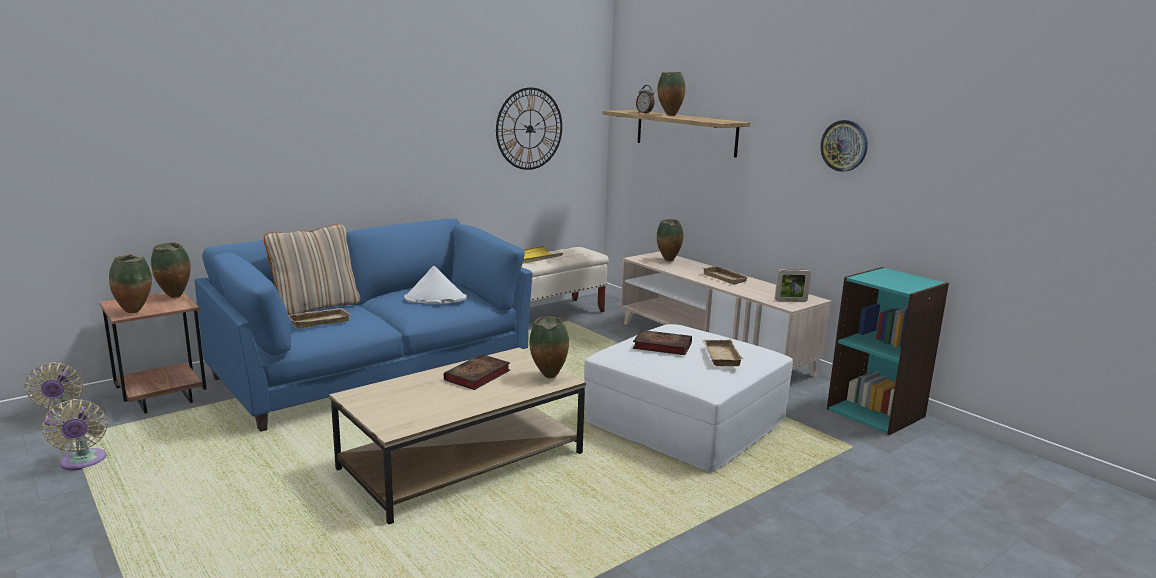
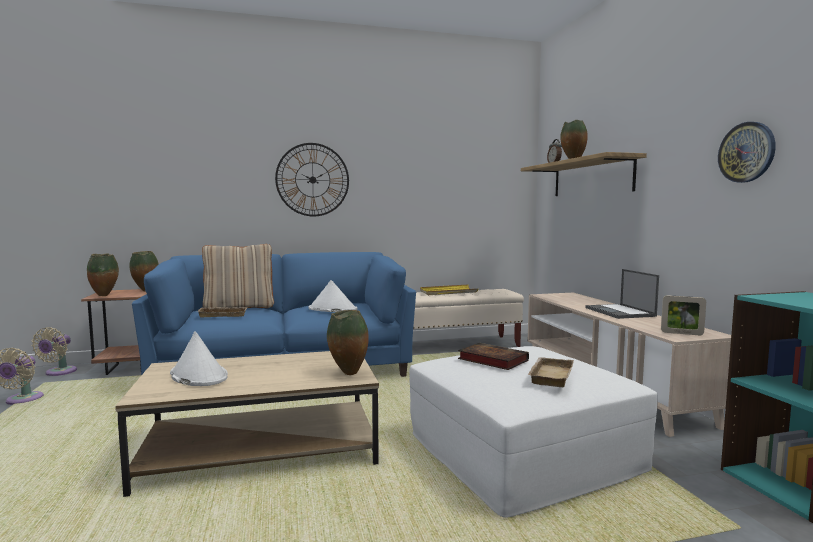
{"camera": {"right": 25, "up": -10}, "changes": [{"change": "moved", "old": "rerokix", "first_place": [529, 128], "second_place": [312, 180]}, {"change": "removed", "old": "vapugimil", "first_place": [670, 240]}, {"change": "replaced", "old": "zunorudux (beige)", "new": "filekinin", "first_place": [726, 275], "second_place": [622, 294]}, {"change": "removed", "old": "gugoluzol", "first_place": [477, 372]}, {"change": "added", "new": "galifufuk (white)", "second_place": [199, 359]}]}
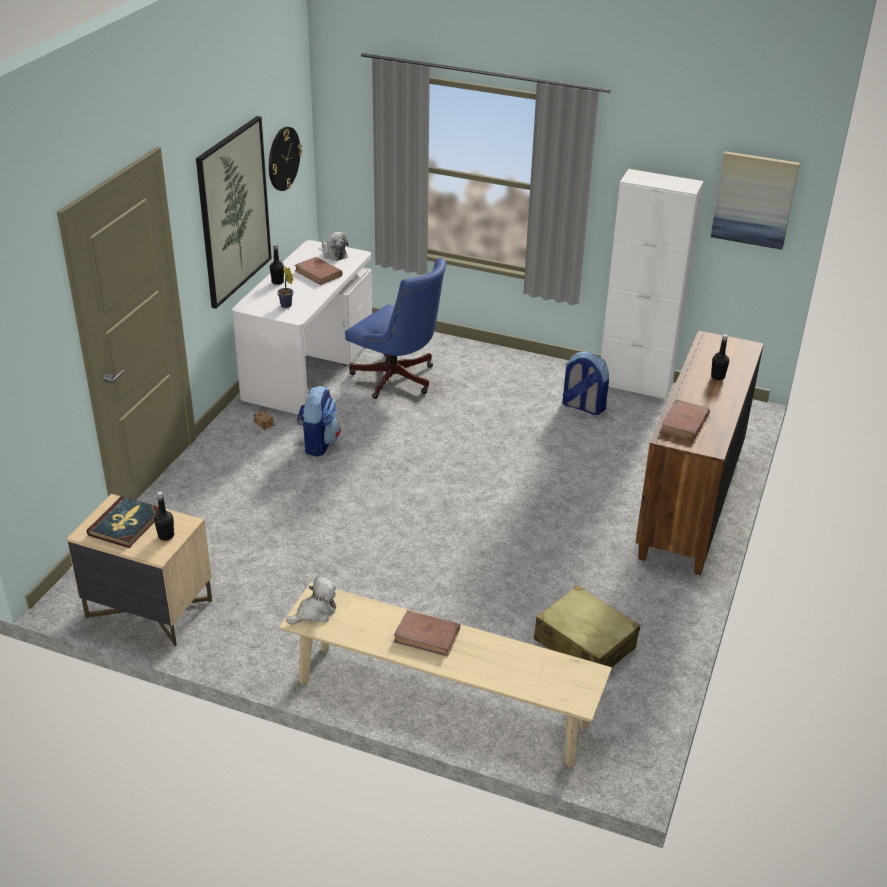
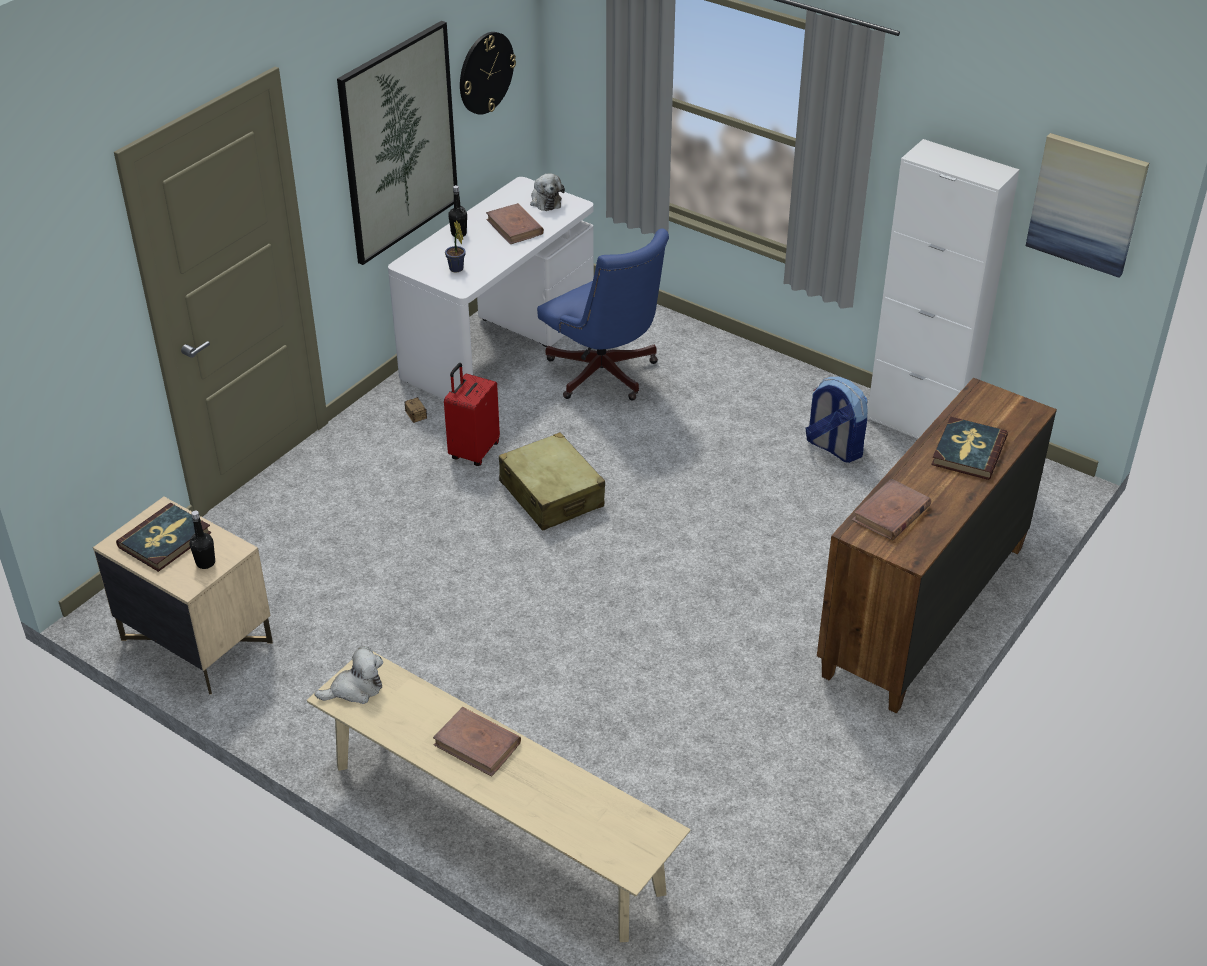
{"camera": {"right": 15, "up": 5}, "changes": [{"change": "replaced", "old": "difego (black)", "new": "gugoluzol", "first_place": [720, 357], "second_place": [969, 448]}, {"change": "replaced", "old": "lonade", "new": "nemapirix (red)", "first_place": [319, 421], "second_place": [472, 414]}, {"change": "moved", "old": "nemapirix (beige)", "first_place": [587, 626], "second_place": [552, 481]}]}
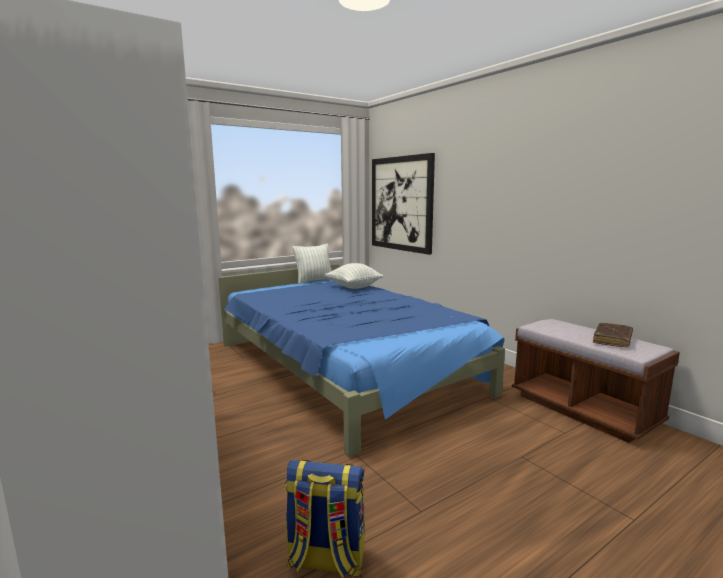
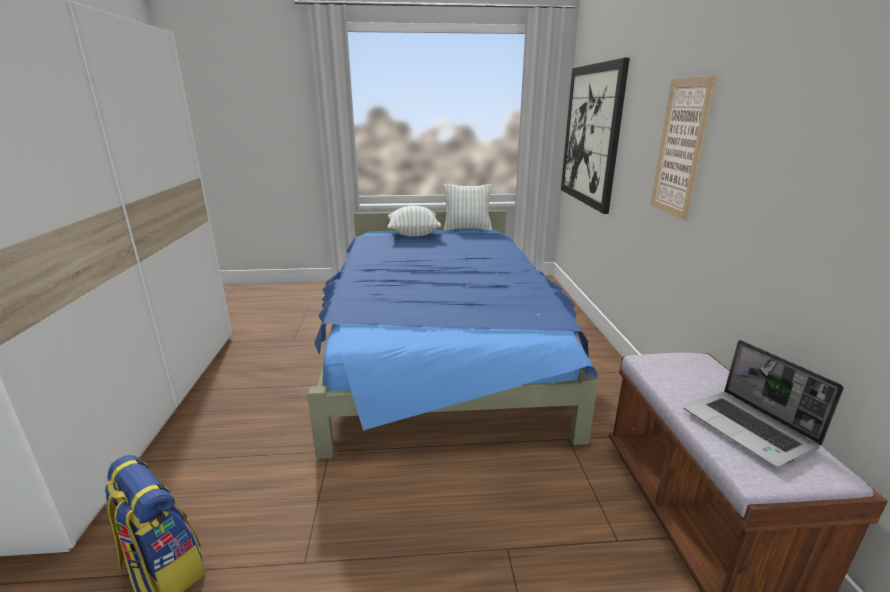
{"camera": {"right": 30, "up": 10}, "changes": [{"change": "moved", "old": "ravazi", "first_place": [354, 276], "second_place": [414, 221]}, {"change": "replaced", "old": "gugoluzol (brown)", "new": "filekinin", "first_place": [613, 335], "second_place": [763, 404]}, {"change": "added", "new": "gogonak", "second_place": [683, 147]}]}
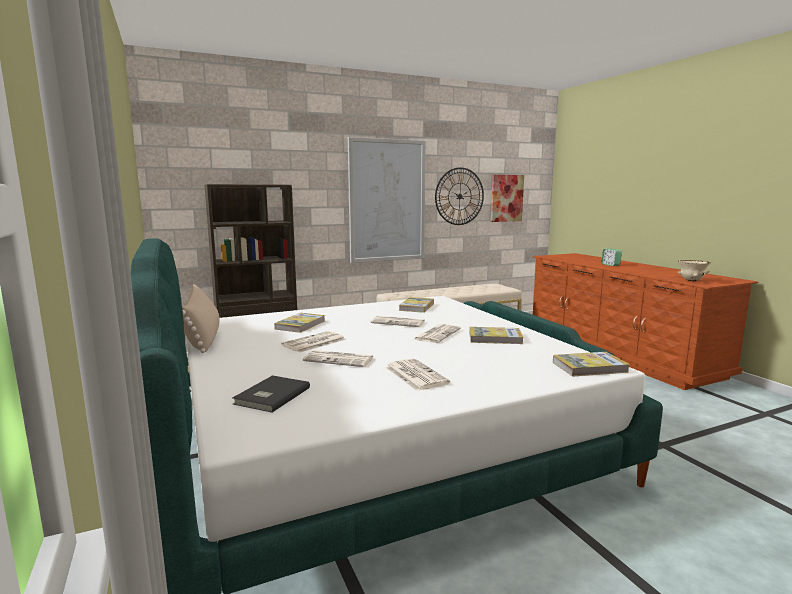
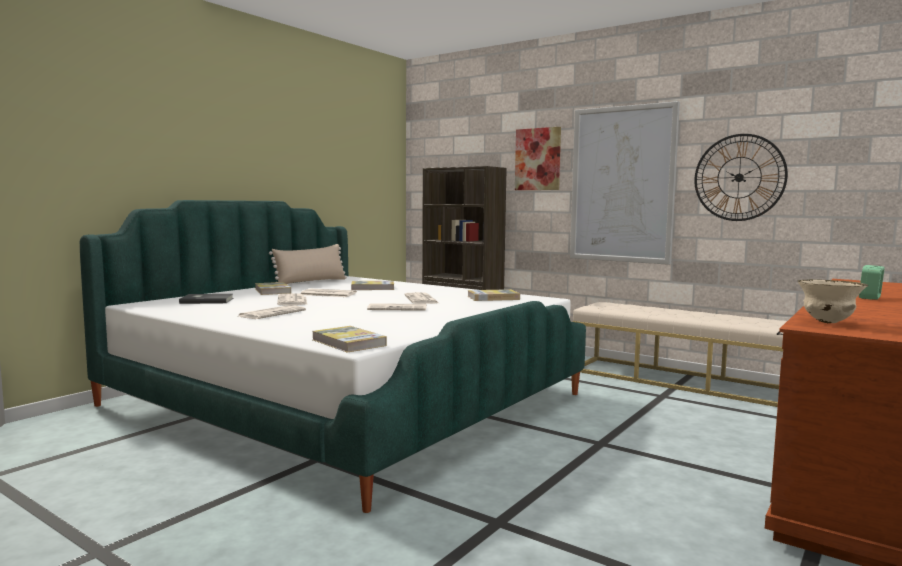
{"camera": {"right": 60, "up": -5}, "changes": [{"change": "moved", "old": "gogonak", "first_place": [507, 198], "second_place": [538, 158]}, {"change": "moved", "old": "gugoluzol", "first_place": [496, 335], "second_place": [273, 288]}]}
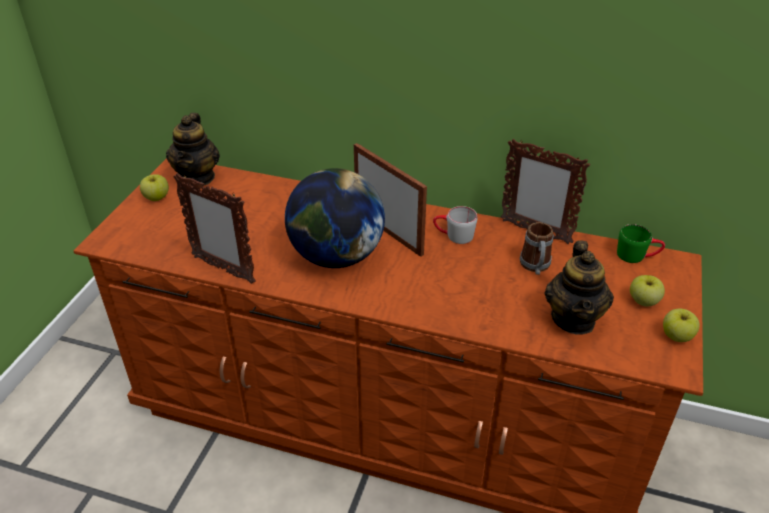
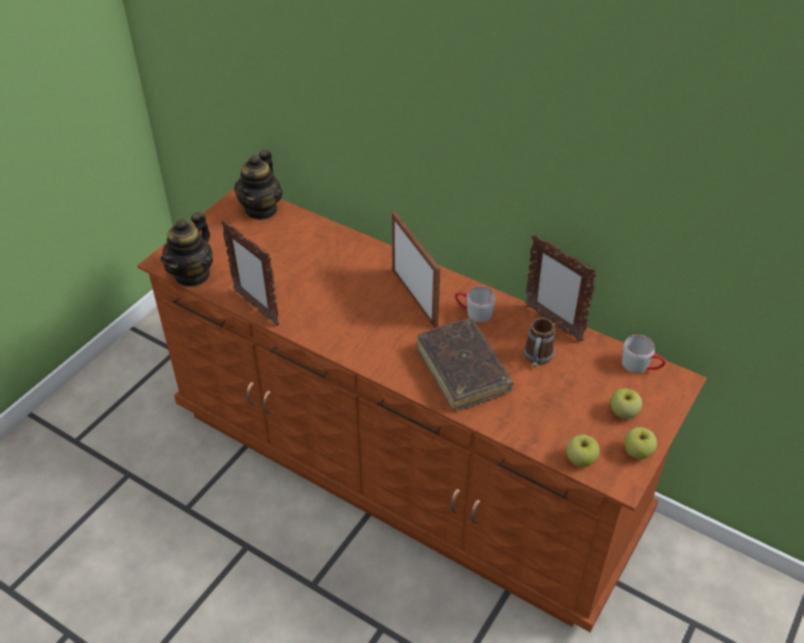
{"camera": {"right": 15, "up": 5}, "changes": [{"change": "removed", "old": "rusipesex", "first_place": [335, 218]}, {"change": "moved", "old": "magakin", "first_place": [154, 187], "second_place": [583, 450]}, {"change": "recoloured", "old": "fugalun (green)", "new": "fugalun (grey)", "first_place": [641, 243], "second_place": [644, 354]}, {"change": "moved", "old": "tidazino", "first_place": [579, 287], "second_place": [186, 249]}, {"change": "added", "new": "gugoluzol (brown)", "second_place": [464, 364]}]}
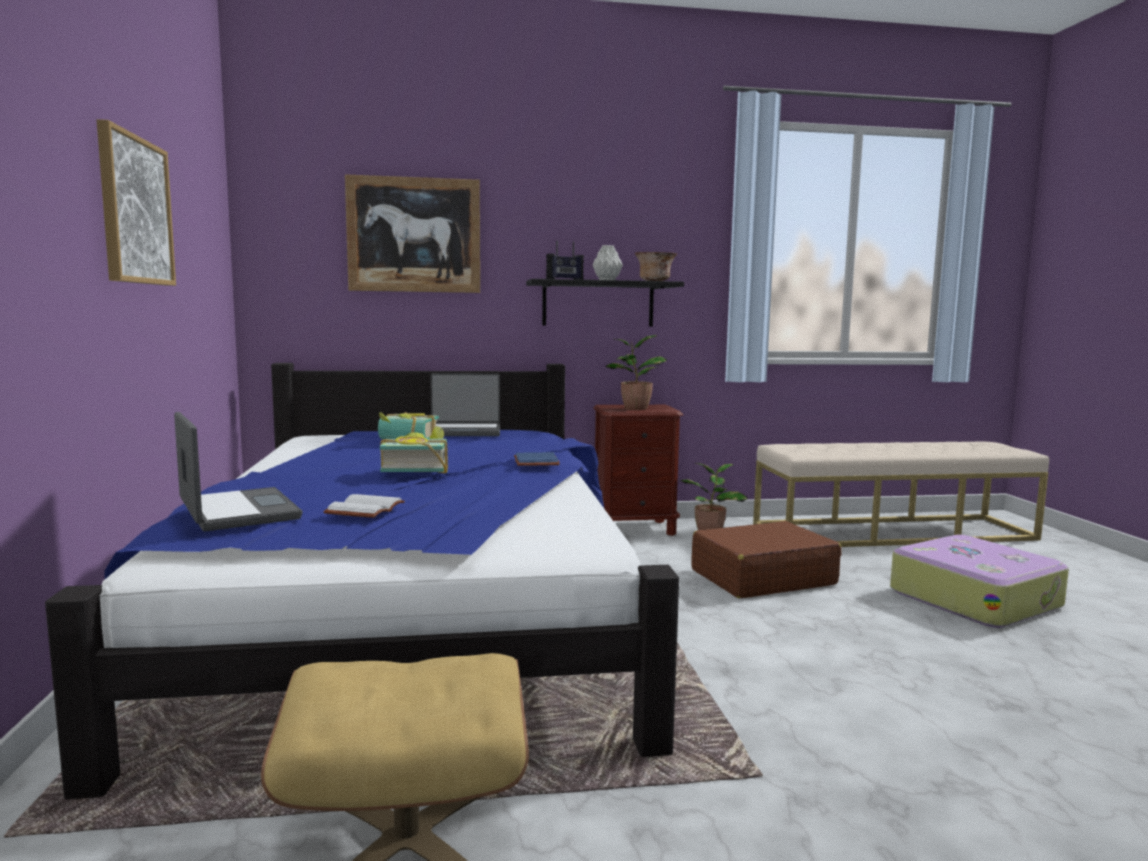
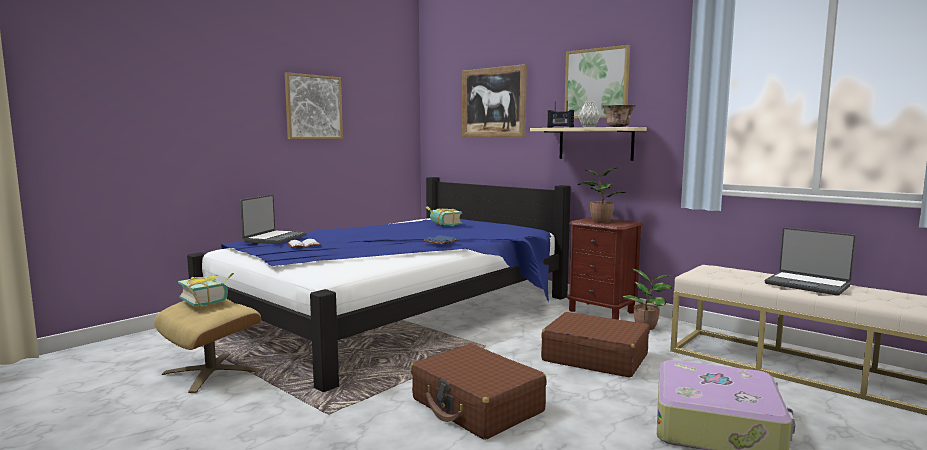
{"camera": {"right": 50, "up": 0}, "changes": [{"change": "recoloured", "old": "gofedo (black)", "new": "gofedo (beige)", "first_place": [605, 303], "second_place": [588, 144]}, {"change": "moved", "old": "filekinin", "first_place": [465, 404], "second_place": [810, 261]}, {"change": "moved", "old": "gugoluzol", "first_place": [414, 450], "second_place": [206, 290]}, {"change": "added", "new": "gogonak", "second_place": [597, 82]}, {"change": "added", "new": "nemapirix (brown)", "second_place": [479, 392]}]}
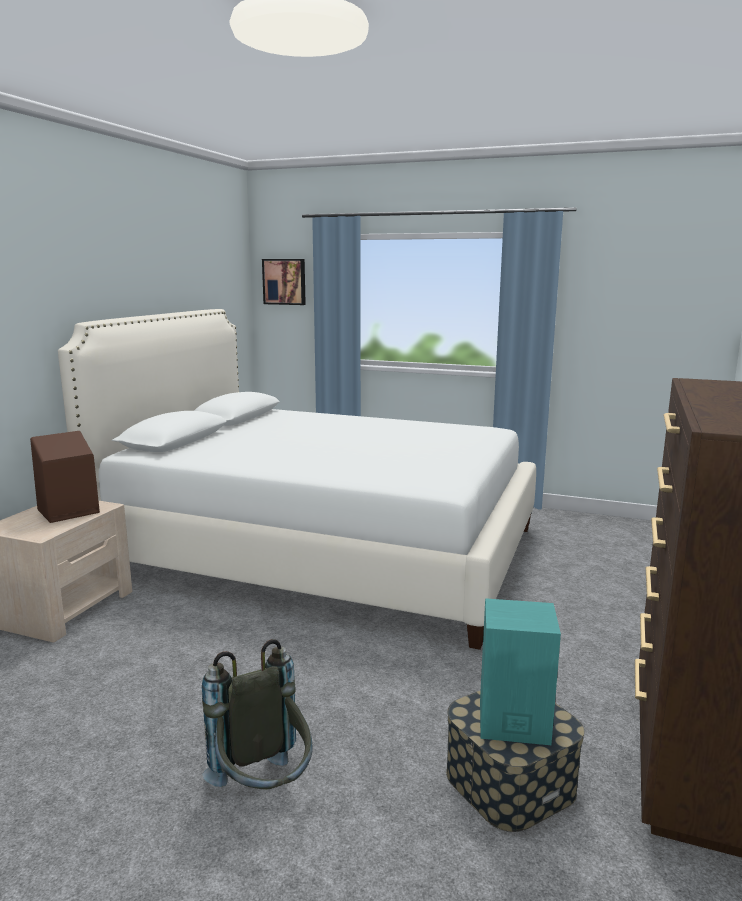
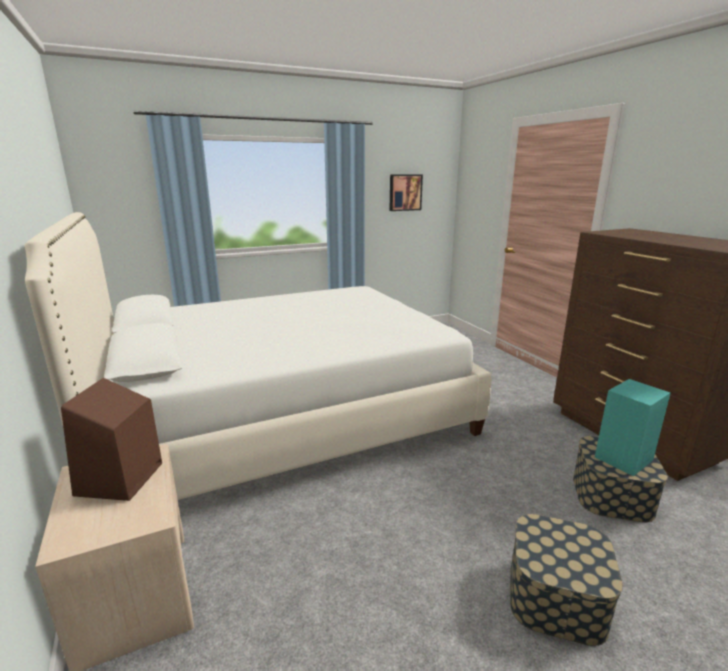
{"camera": {"right": -45, "up": 5}, "changes": [{"change": "moved", "old": "gogonak", "first_place": [284, 282], "second_place": [406, 192]}, {"change": "replaced", "old": "lonade (grey)", "new": "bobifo", "first_place": [257, 714], "second_place": [566, 580]}]}
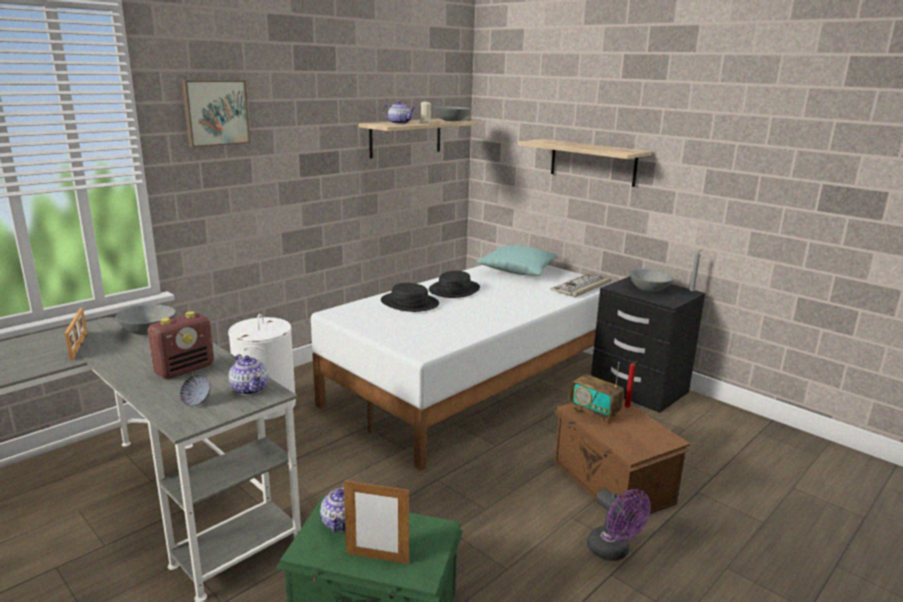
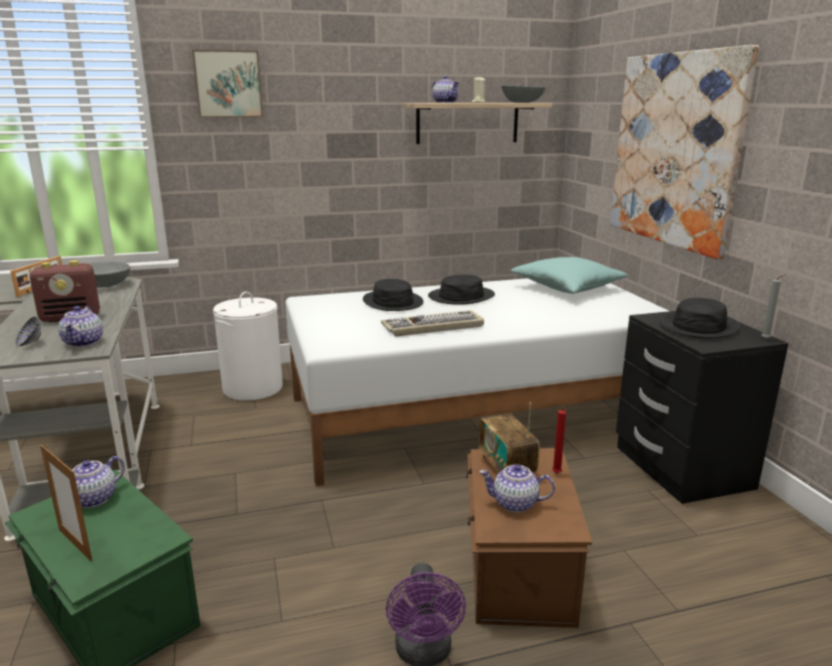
{"camera": {"right": 30, "up": 0}, "changes": [{"change": "replaced", "old": "gofedo", "new": "gogonak", "first_place": [585, 163], "second_place": [684, 152]}, {"change": "replaced", "old": "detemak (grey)", "new": "galifufuk (black)", "first_place": [651, 280], "second_place": [700, 318]}, {"change": "moved", "old": "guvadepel", "first_place": [581, 285], "second_place": [432, 323]}, {"change": "added", "new": "tidazino", "second_place": [517, 488]}]}
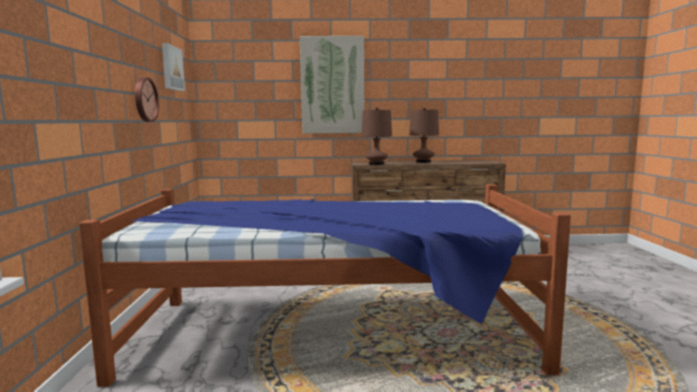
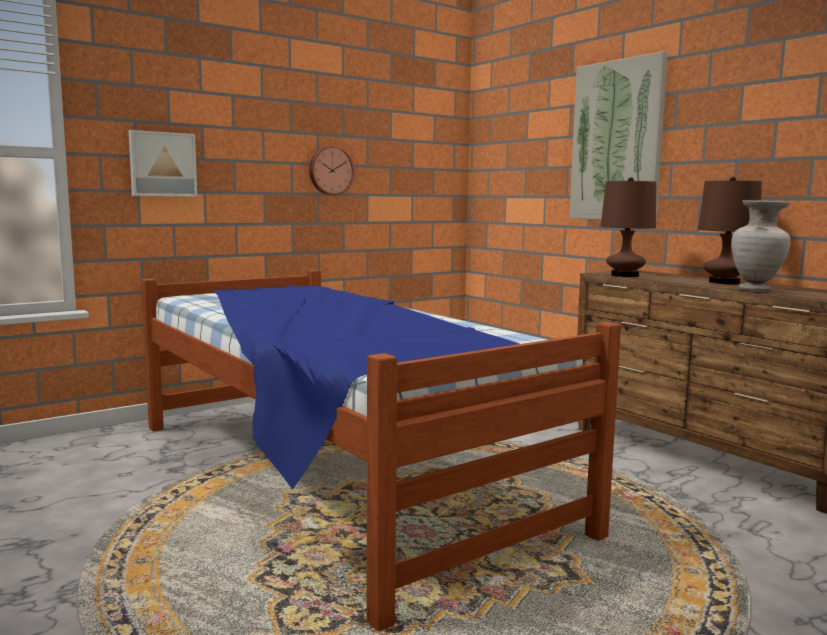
{"camera": {"right": 55, "up": 0}, "changes": [{"change": "moved", "old": "gogonak", "first_place": [173, 67], "second_place": [162, 163]}, {"change": "added", "new": "vapugimil (beige)", "second_place": [761, 245]}]}
